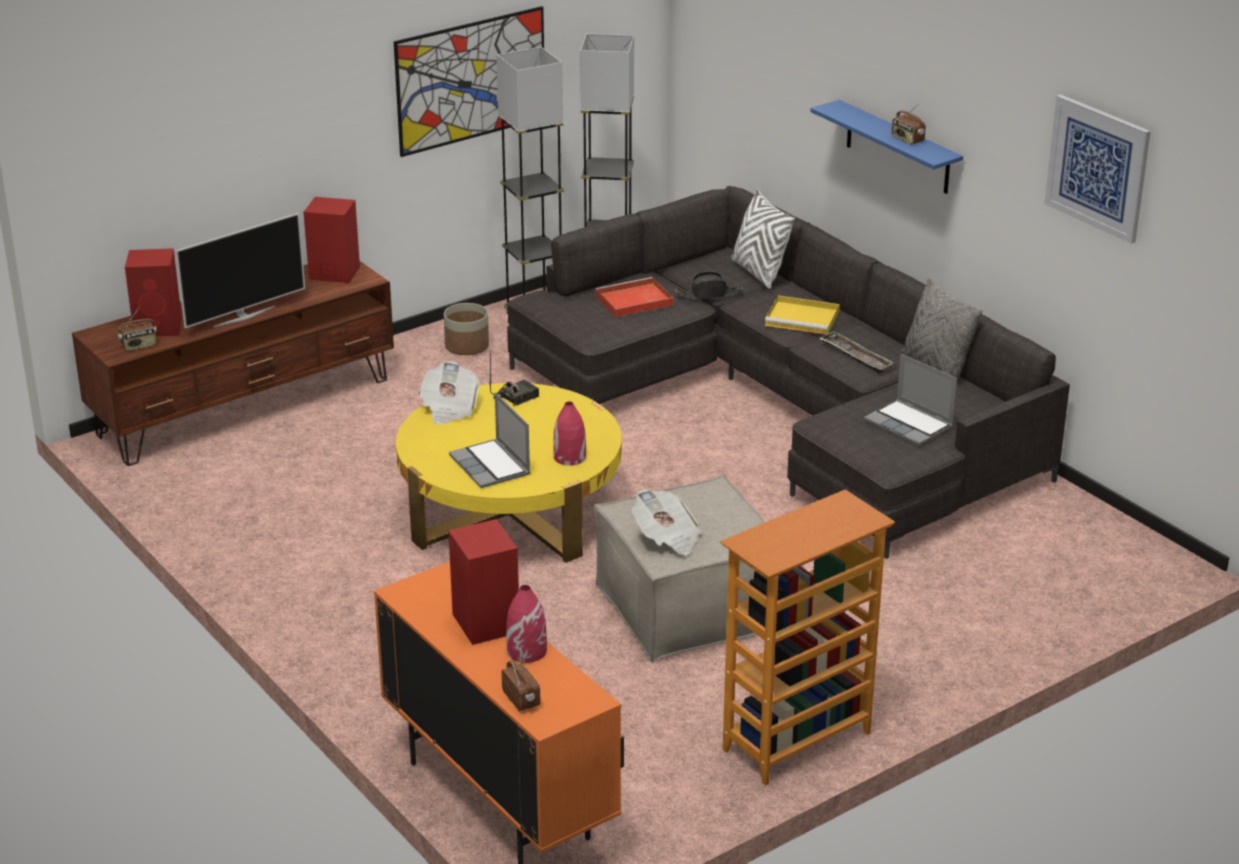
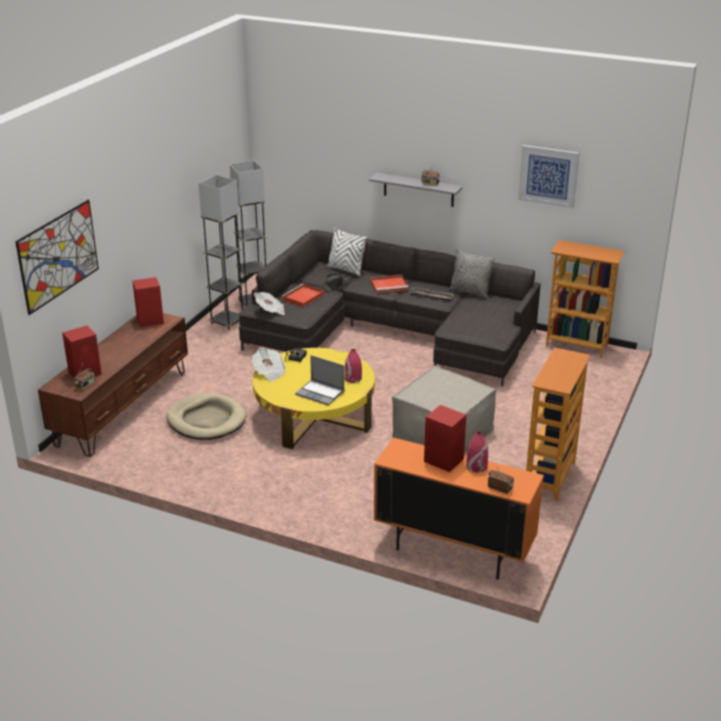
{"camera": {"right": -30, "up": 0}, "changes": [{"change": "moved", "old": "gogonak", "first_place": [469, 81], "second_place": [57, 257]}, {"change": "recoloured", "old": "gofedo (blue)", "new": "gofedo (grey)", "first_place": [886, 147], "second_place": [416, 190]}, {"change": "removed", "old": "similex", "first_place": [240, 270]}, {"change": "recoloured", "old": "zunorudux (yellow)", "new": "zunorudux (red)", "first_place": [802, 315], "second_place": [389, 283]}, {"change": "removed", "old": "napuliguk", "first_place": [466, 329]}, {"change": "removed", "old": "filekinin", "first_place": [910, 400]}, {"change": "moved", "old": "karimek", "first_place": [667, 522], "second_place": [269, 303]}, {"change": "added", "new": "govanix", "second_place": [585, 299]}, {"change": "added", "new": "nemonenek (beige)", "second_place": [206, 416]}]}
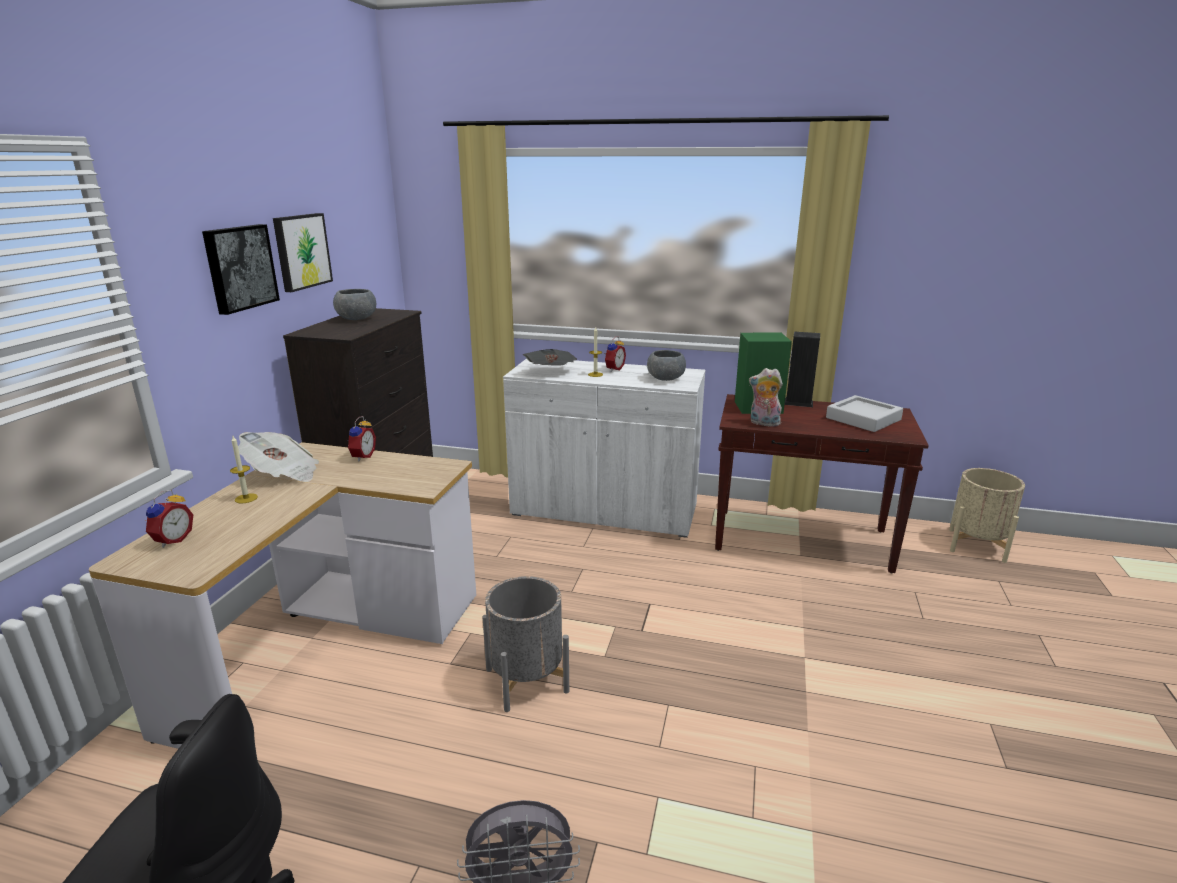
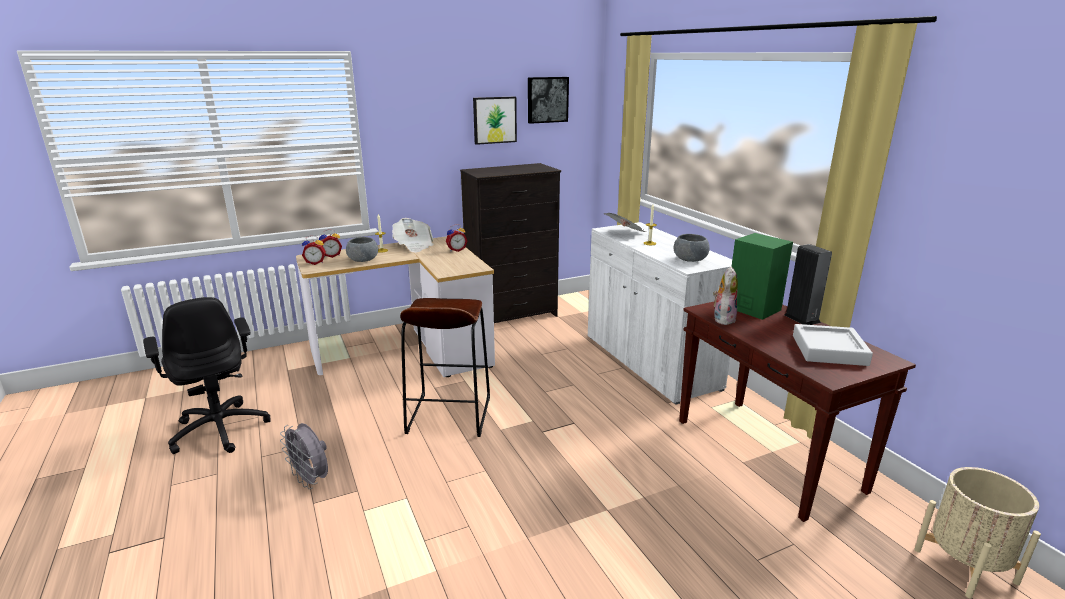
{"camera": {"right": 50, "up": 0}, "changes": [{"change": "moved", "old": "gogonak", "first_place": [241, 269], "second_place": [548, 100]}, {"change": "moved", "old": "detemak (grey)", "first_place": [354, 304], "second_place": [362, 249]}, {"change": "moved", "old": "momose", "first_place": [615, 354], "second_place": [314, 250]}, {"change": "turned", "old": "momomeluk", "first_place": [766, 397], "second_place": [725, 295], "degrees": 45}, {"change": "replaced", "old": "napuliguk (grey)", "new": "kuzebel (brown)", "first_place": [526, 644], "second_place": [445, 367]}]}
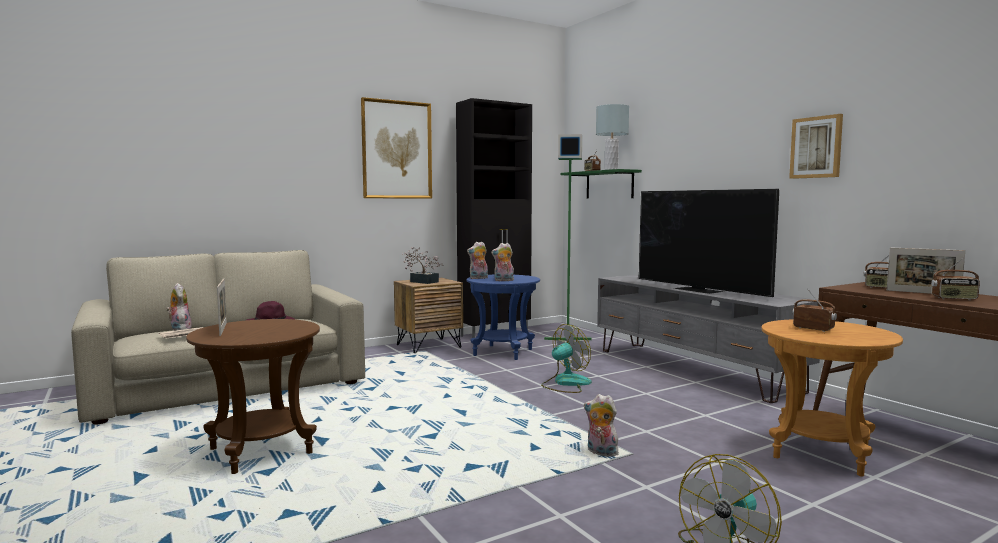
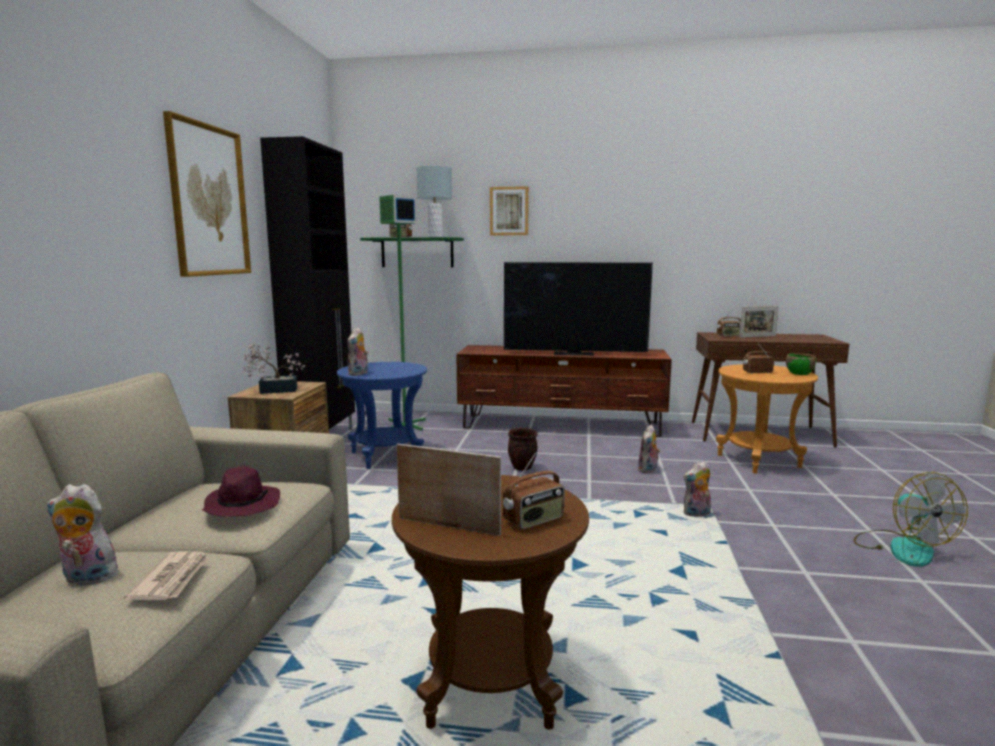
{"camera": {"right": -50, "up": 5}, "changes": [{"change": "moved", "old": "gogonak", "first_place": [816, 146], "second_place": [509, 210]}, {"change": "moved", "old": "momomeluk", "first_place": [502, 262], "second_place": [649, 449]}, {"change": "moved", "old": "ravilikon", "first_place": [955, 279], "second_place": [533, 490]}, {"change": "recoloured", "old": "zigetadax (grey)", "new": "zigetadax (brown)", "first_place": [708, 339], "second_place": [564, 391]}, {"change": "replaced", "old": "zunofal", "new": "napuliguk (brown)", "first_place": [566, 358], "second_place": [523, 449]}, {"change": "added", "new": "detemak (green)", "second_place": [801, 364]}]}
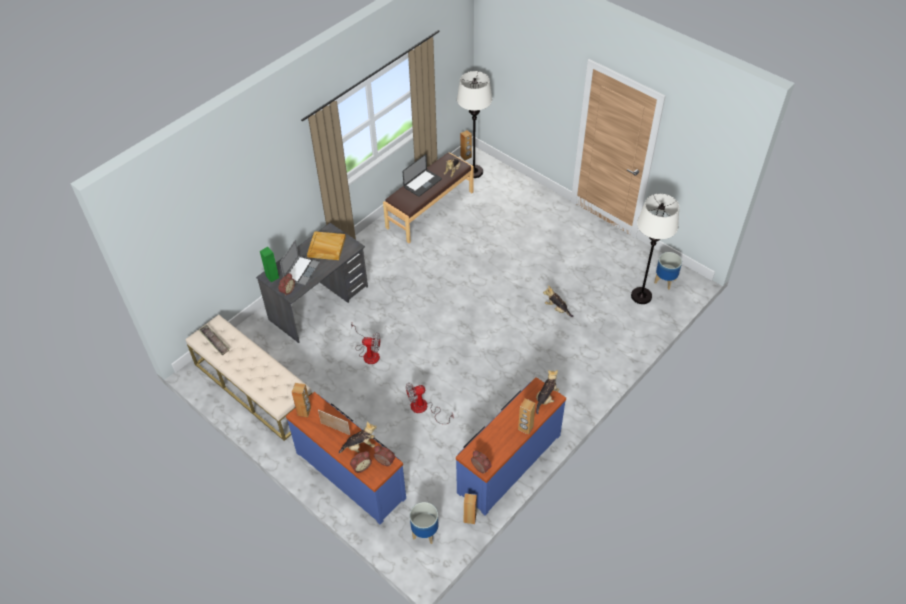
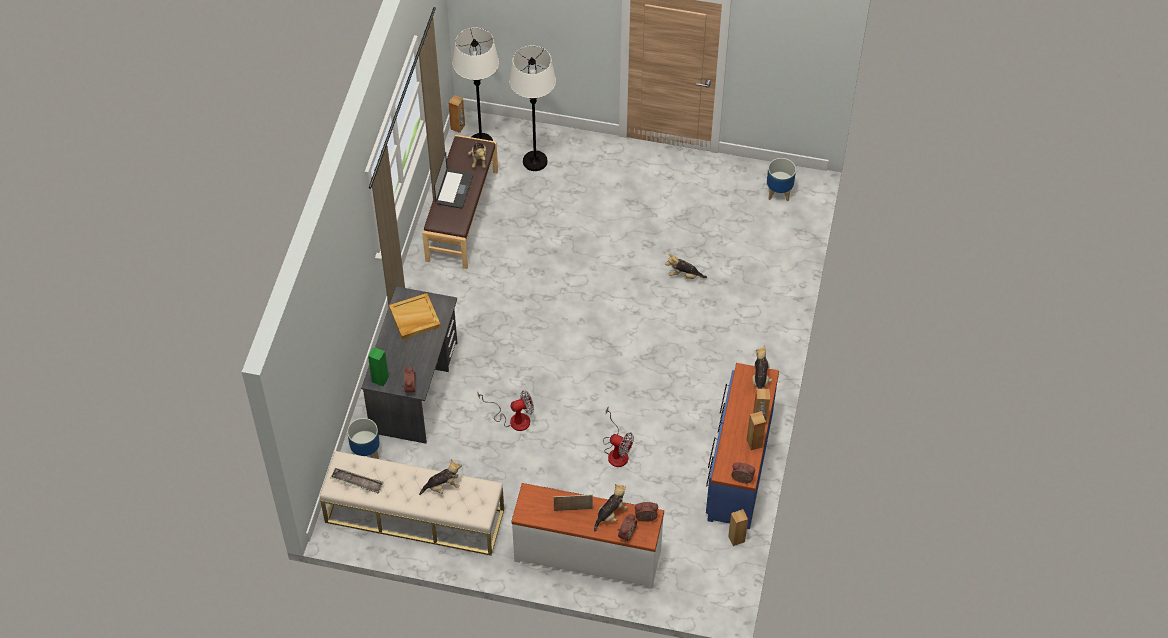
{"camera": {"right": -30, "up": 5}, "changes": [{"change": "moved", "old": "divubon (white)", "first_place": [655, 249], "second_place": [532, 108]}, {"change": "removed", "old": "filekinin", "first_place": [300, 262]}, {"change": "turned", "old": "zunofal", "first_place": [429, 403], "second_place": [618, 437], "degrees": -105}, {"change": "moved", "old": "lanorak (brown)", "first_place": [301, 400], "second_place": [756, 430]}, {"change": "recoloured", "old": "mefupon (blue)", "new": "mefupon (white)", "first_place": [346, 458], "second_place": [587, 536]}, {"change": "moved", "old": "napuliguk", "first_place": [424, 523], "second_place": [363, 438]}, {"change": "added", "new": "momomeluk", "second_place": [440, 477]}]}
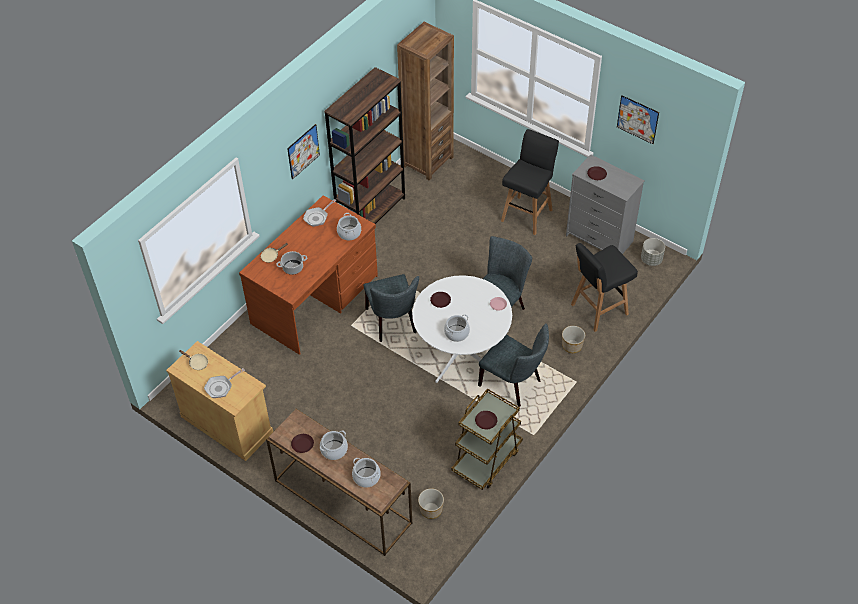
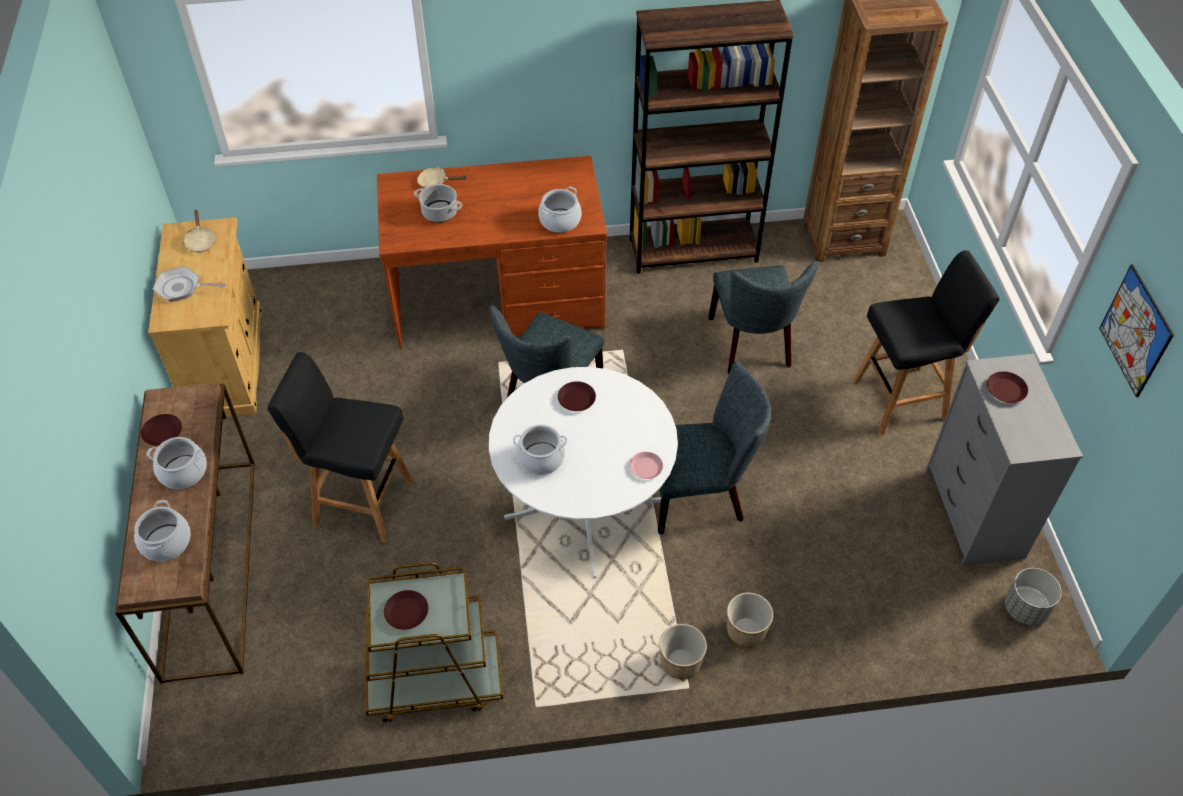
{"camera": {"right": 45, "up": 0}, "changes": [{"change": "removed", "old": "gogonak", "first_place": [303, 152]}, {"change": "removed", "old": "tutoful", "first_place": [319, 213]}, {"change": "moved", "old": "kuzebel (black)", "first_place": [604, 287], "second_place": [340, 447]}, {"change": "moved", "old": "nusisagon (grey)", "first_place": [513, 365], "second_place": [763, 317]}, {"change": "moved", "old": "napuliguk", "first_place": [431, 503], "second_place": [683, 651]}]}
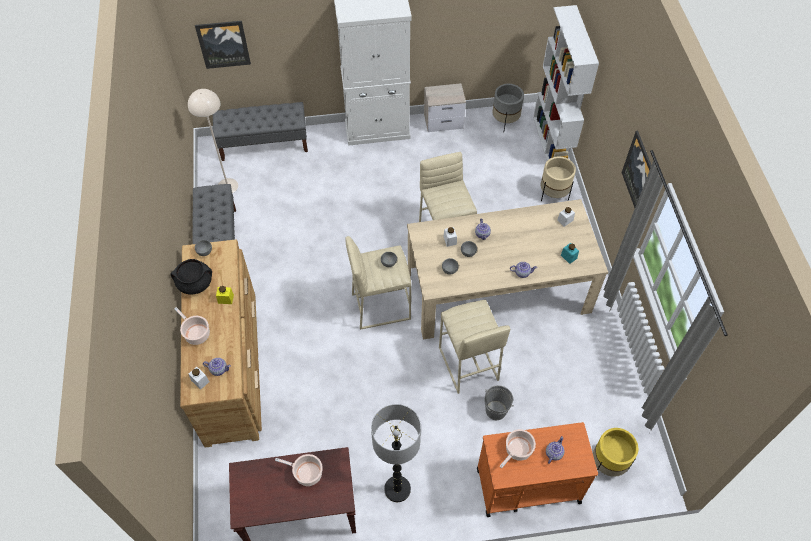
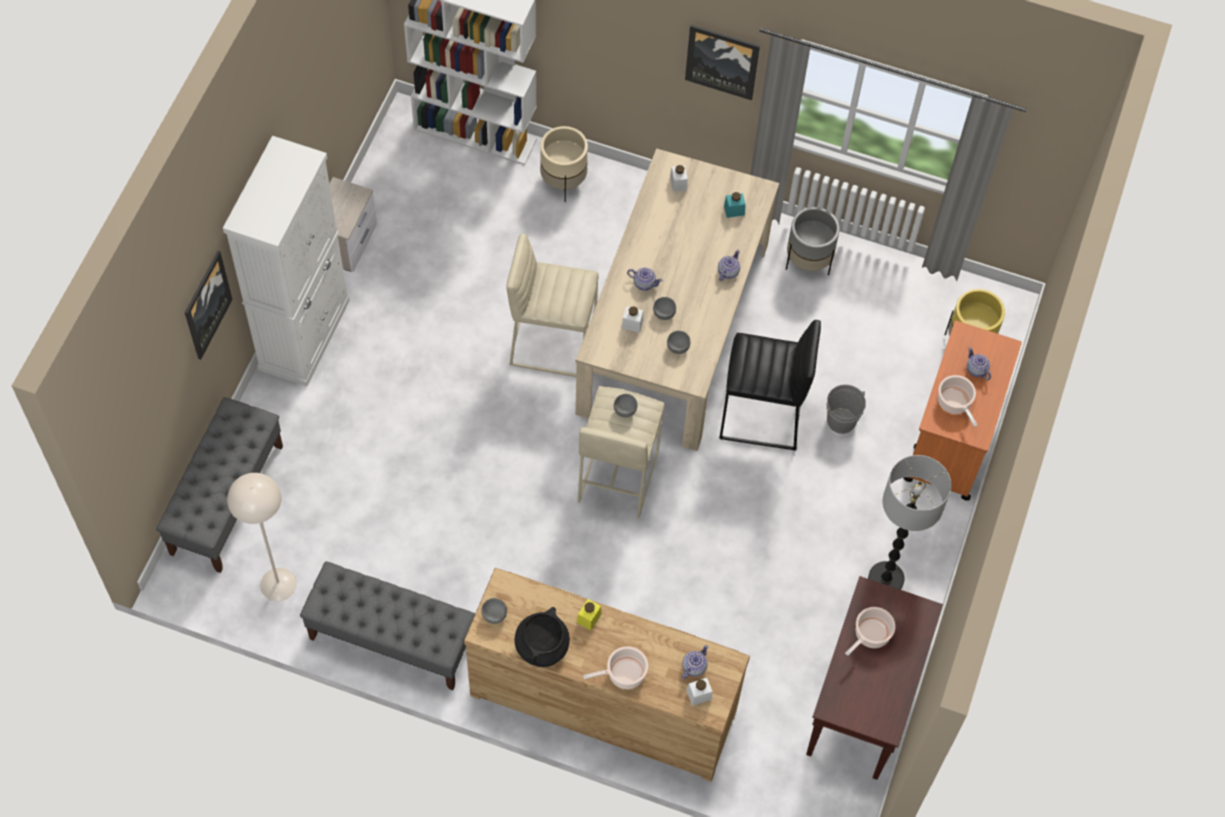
{"camera": {"right": -65, "up": 5}, "changes": [{"change": "moved", "old": "gogonak", "first_place": [223, 45], "second_place": [209, 305]}, {"change": "moved", "old": "napuliguk (grey)", "first_place": [508, 107], "second_place": [813, 241]}, {"change": "recoloured", "old": "kuzebel (beige)", "new": "kuzebel (black)", "first_place": [474, 347], "second_place": [770, 385]}]}
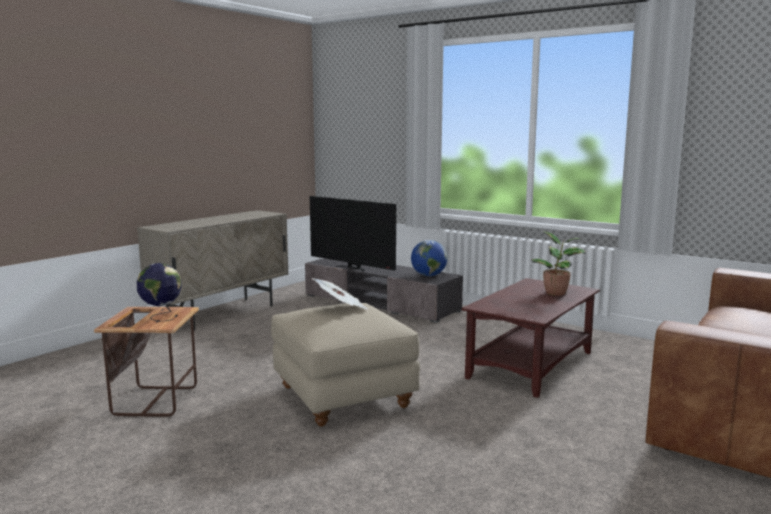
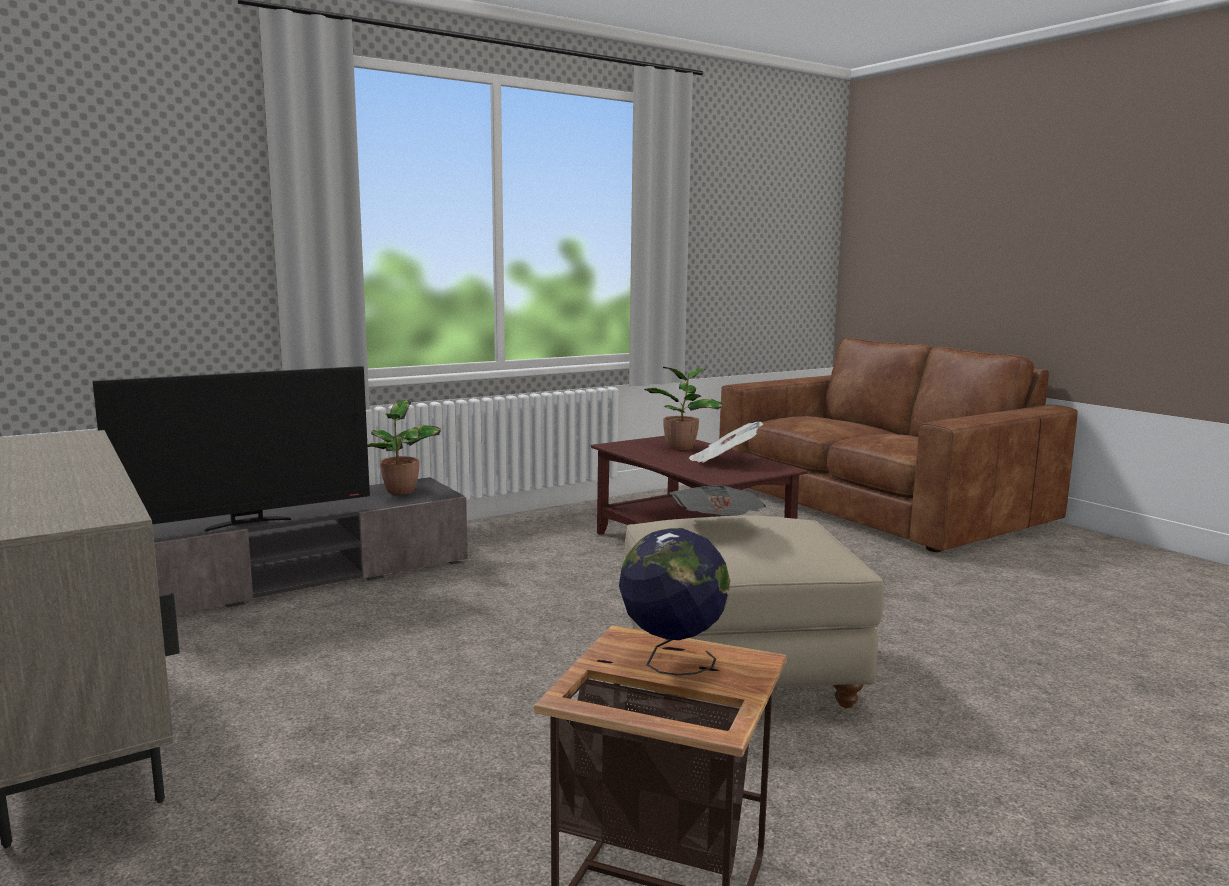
{"camera": {"right": -70, "up": 0}, "changes": [{"change": "replaced", "old": "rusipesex", "new": "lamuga", "first_place": [429, 258], "second_place": [404, 447]}, {"change": "added", "new": "karimek", "second_place": [726, 442]}]}
